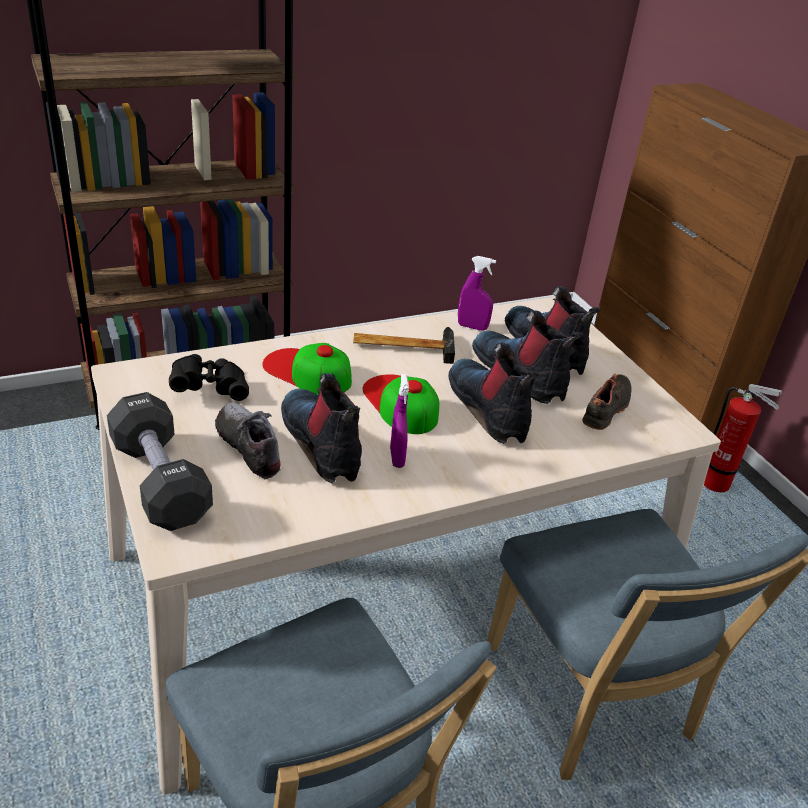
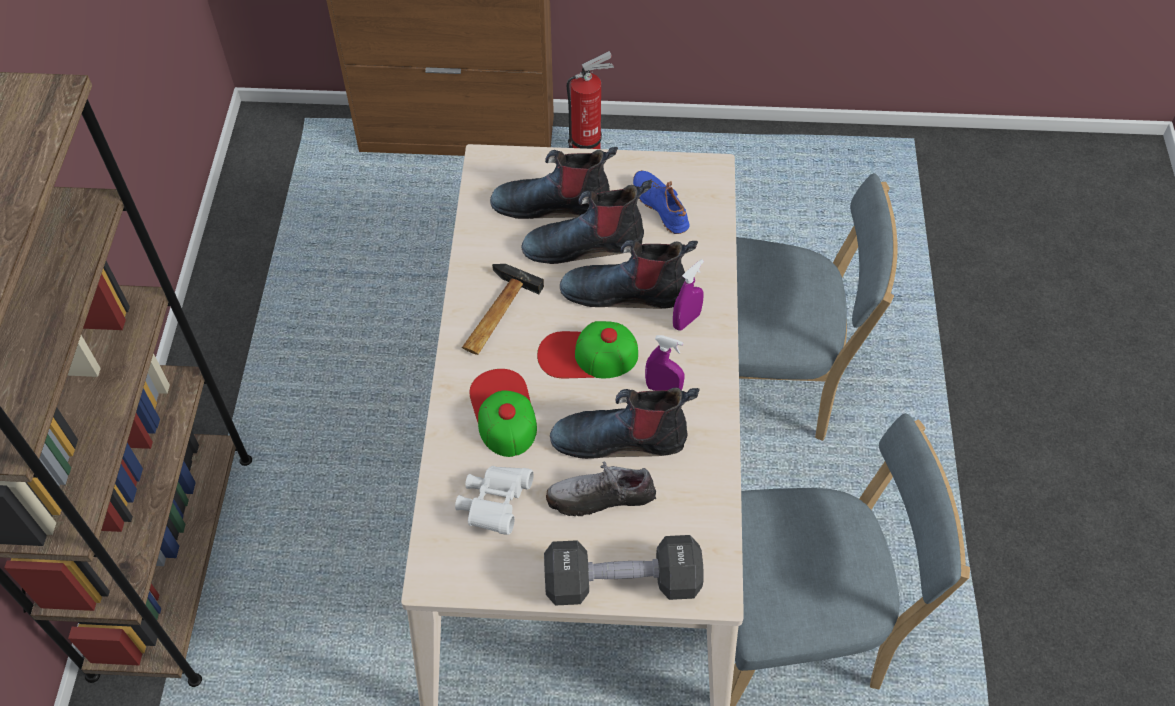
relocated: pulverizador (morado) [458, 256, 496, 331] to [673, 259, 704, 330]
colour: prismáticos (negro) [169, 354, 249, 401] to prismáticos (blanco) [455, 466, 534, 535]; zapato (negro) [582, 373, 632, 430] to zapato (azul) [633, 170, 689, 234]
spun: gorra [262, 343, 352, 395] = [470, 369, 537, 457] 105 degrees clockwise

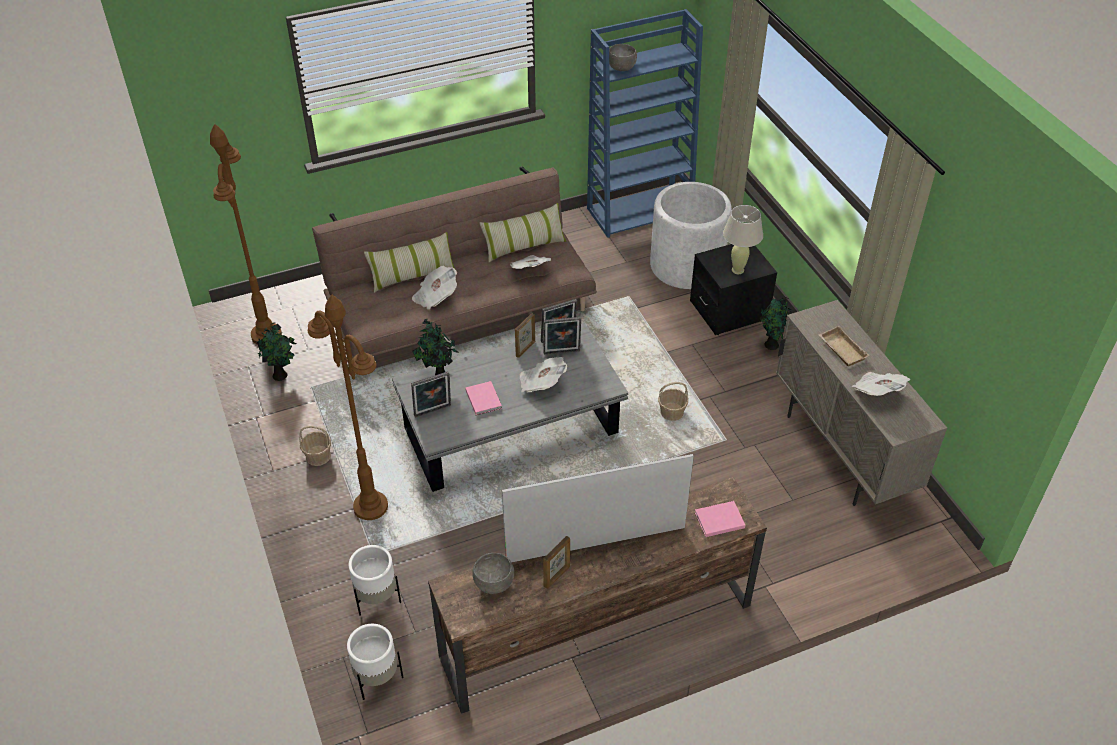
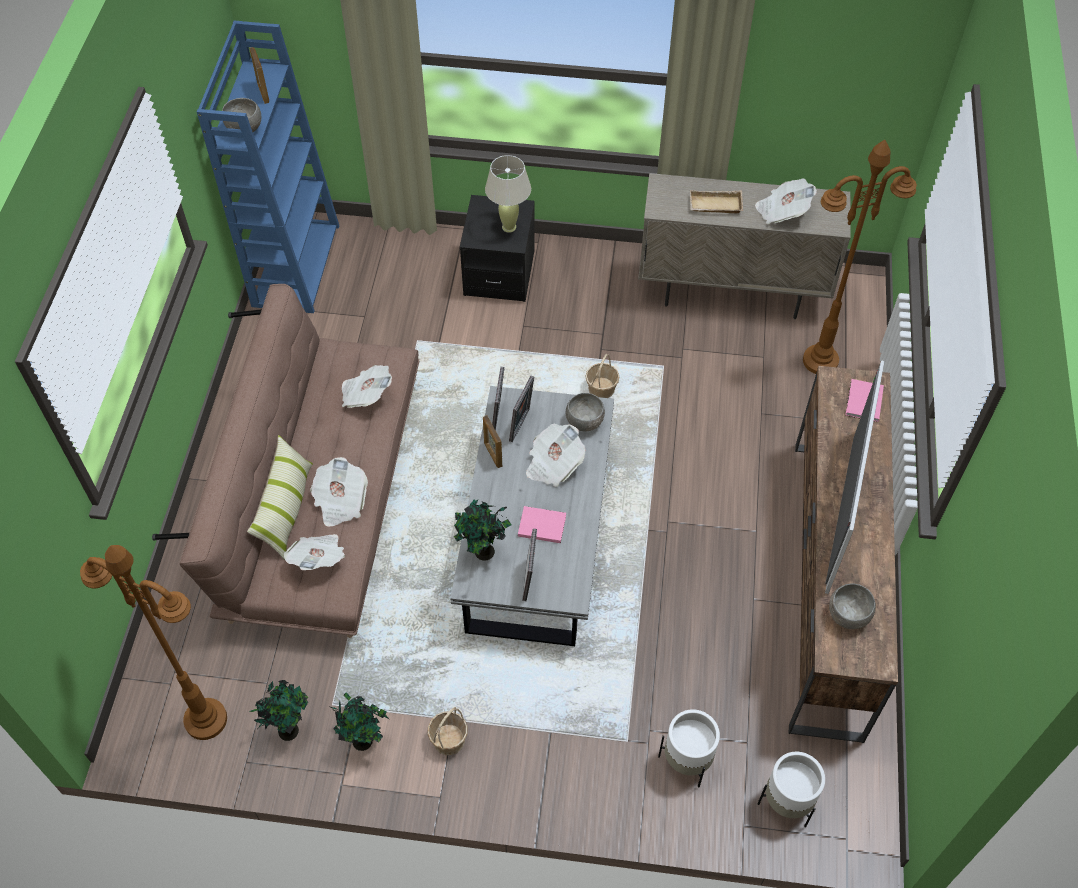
missing: maceta (blanco) [650, 182, 732, 289]; cojín [480, 203, 566, 262]
appeared: cuenco (gris) [566, 393, 605, 431]; periódico [284, 534, 345, 570]
relocated: lámpara de pie (marrón) [308, 295, 388, 520] to [803, 140, 917, 374]; planta en maceta [759, 296, 792, 350] to [331, 693, 389, 751]; portarretratos [543, 536, 570, 589] to [250, 47, 269, 104]

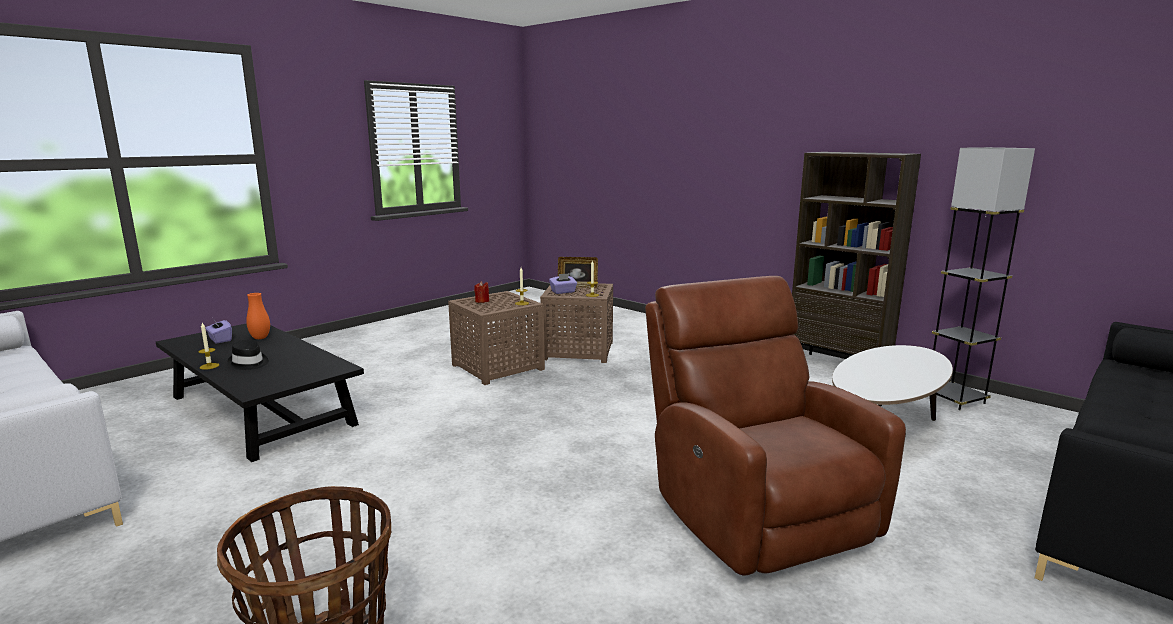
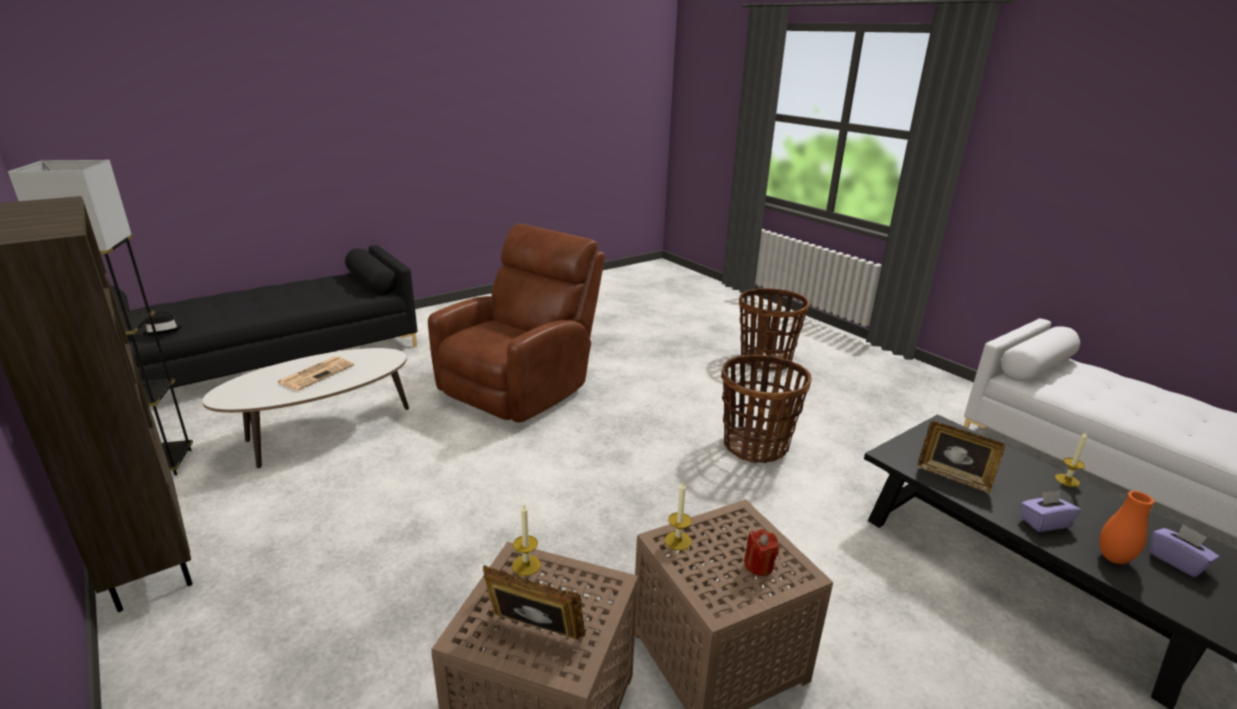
appeared: cesta [721, 355, 812, 463]; periódico [277, 356, 354, 391]; portarretratos [918, 421, 1005, 493]
relocated: caja de pañuelos (morado) [549, 273, 577, 294] to [1021, 491, 1081, 532]; sombrero (negro) [228, 339, 269, 370] to [142, 311, 182, 335]
spun: sillón (marrón) [645, 276, 906, 575] = [428, 224, 605, 423] 135 degrees counterclockwise

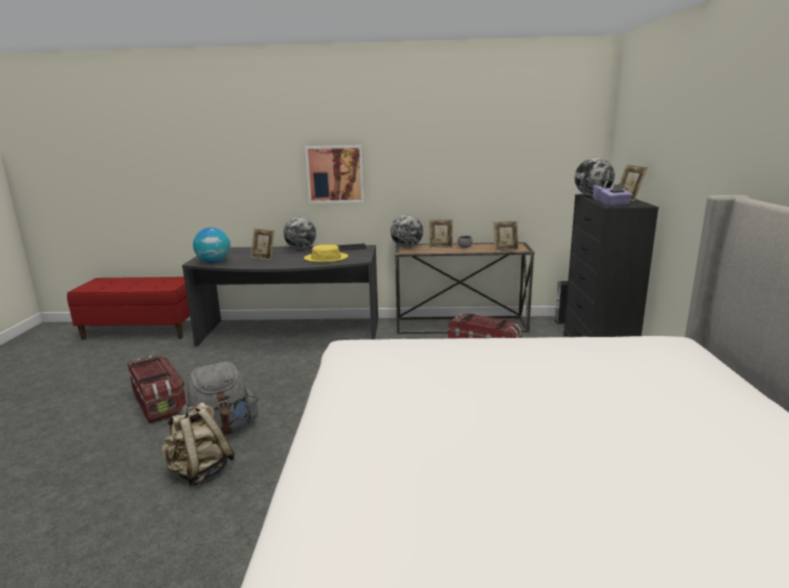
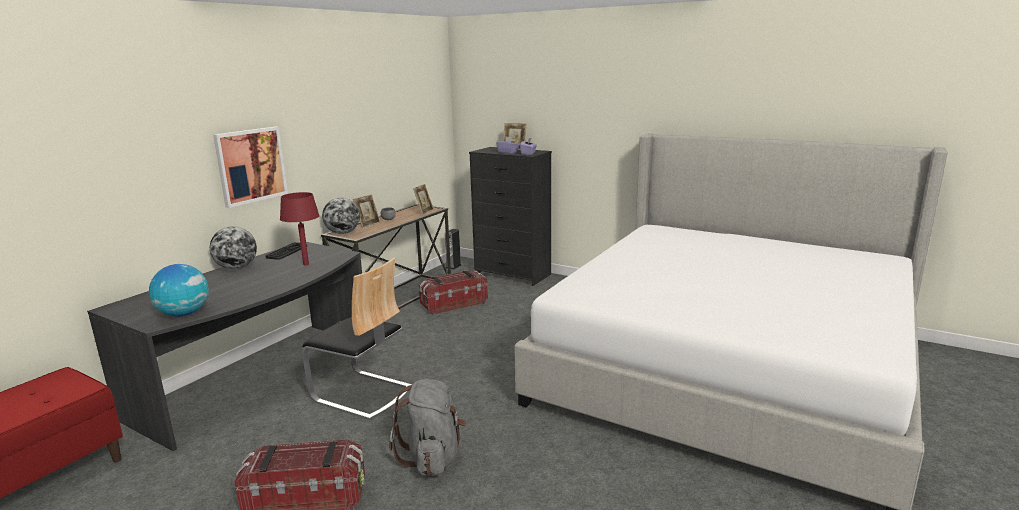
missing: globo terráqueo [575, 157, 615, 196]; portarretratos [251, 228, 275, 260]; mochila (beis) [161, 402, 234, 486]
appeared: silla [302, 257, 412, 420]
exchanged: sombrero (amarillo) [304, 245, 348, 262] to lámpara de mesa (rojo) [280, 192, 320, 265]

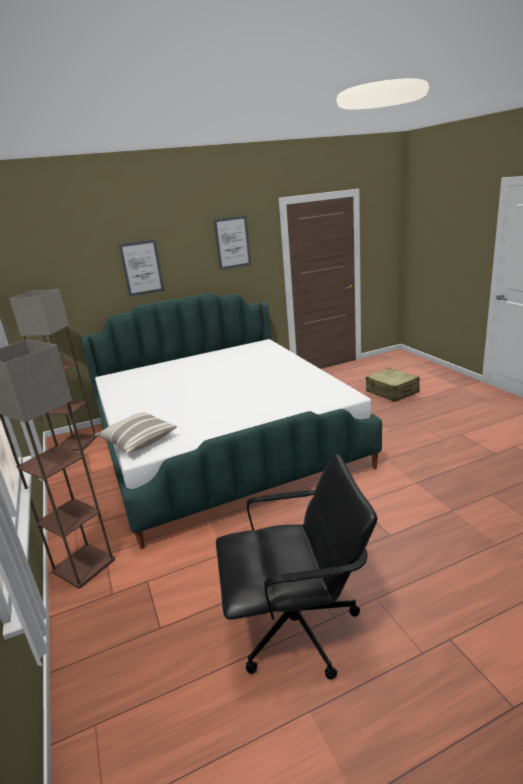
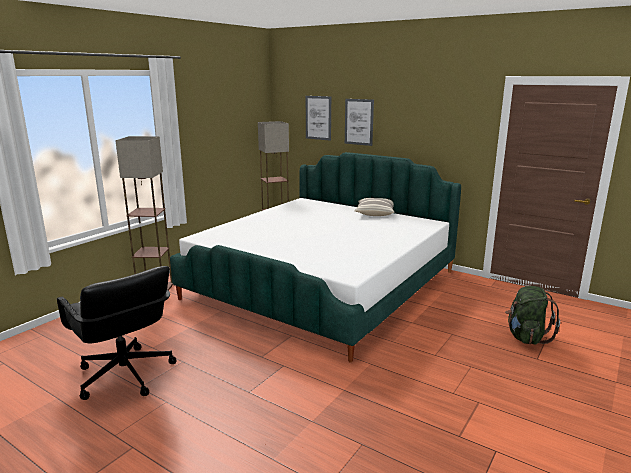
relocated: cuadro [213, 215, 251, 270] to [306, 96, 331, 141]; cojín [95, 412, 177, 453] to [354, 198, 395, 216]
exchanged: maleta (beis) [366, 368, 420, 402] to mochila (verde) [505, 286, 560, 344]

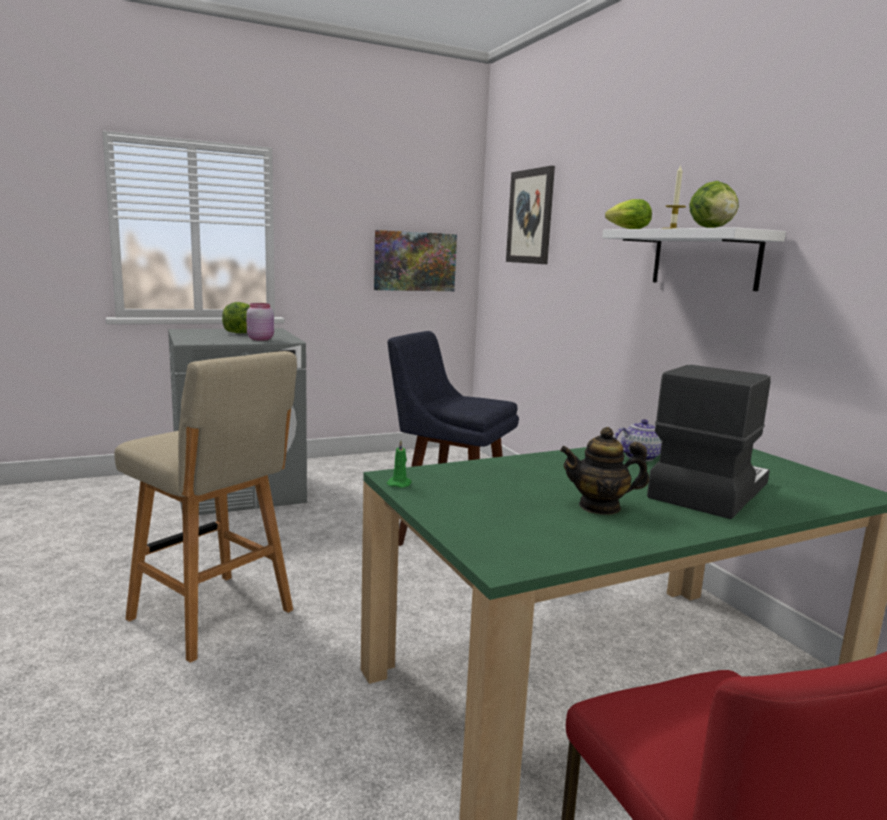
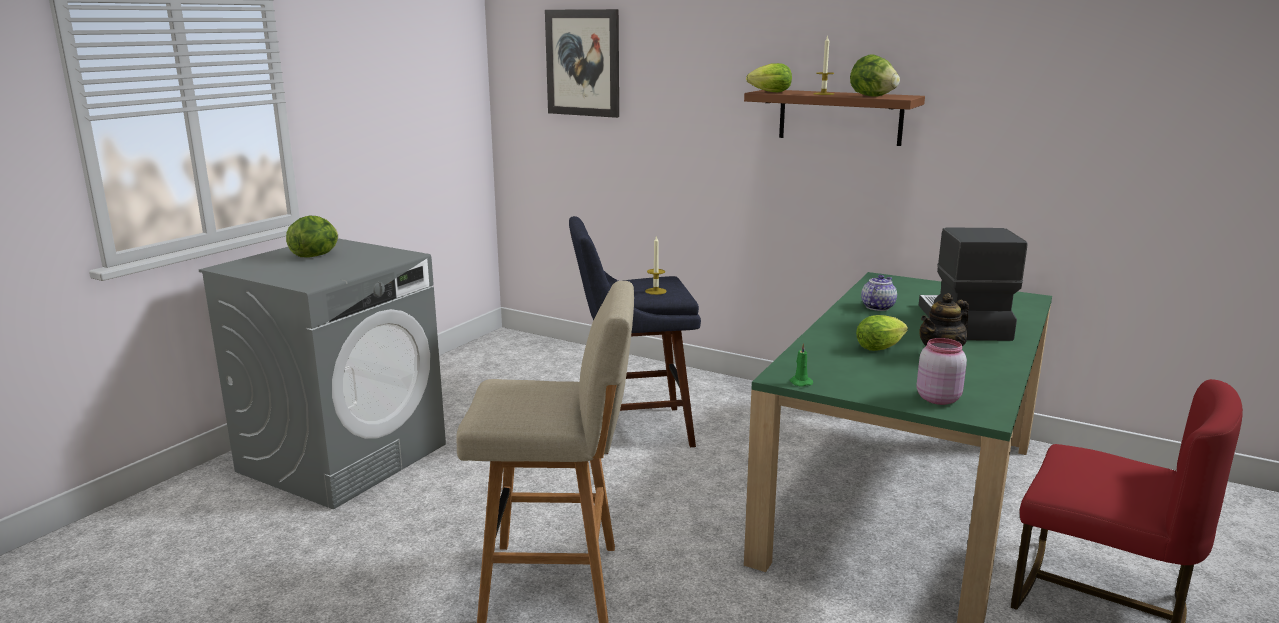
missing: cuadro [374, 230, 457, 291]
appeared: vela [645, 236, 667, 295]; lechuga [856, 315, 908, 351]
relocated: tarro (rosa) [246, 303, 274, 341] to [917, 338, 967, 405]
colour: estante (blanco) [602, 227, 786, 291] to estante (marrón) [744, 90, 925, 146]

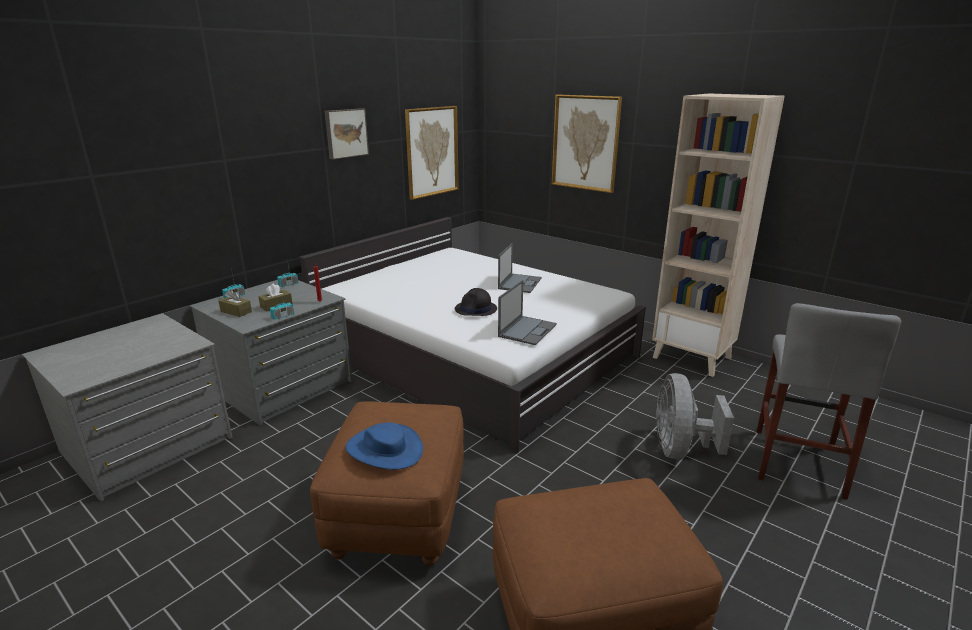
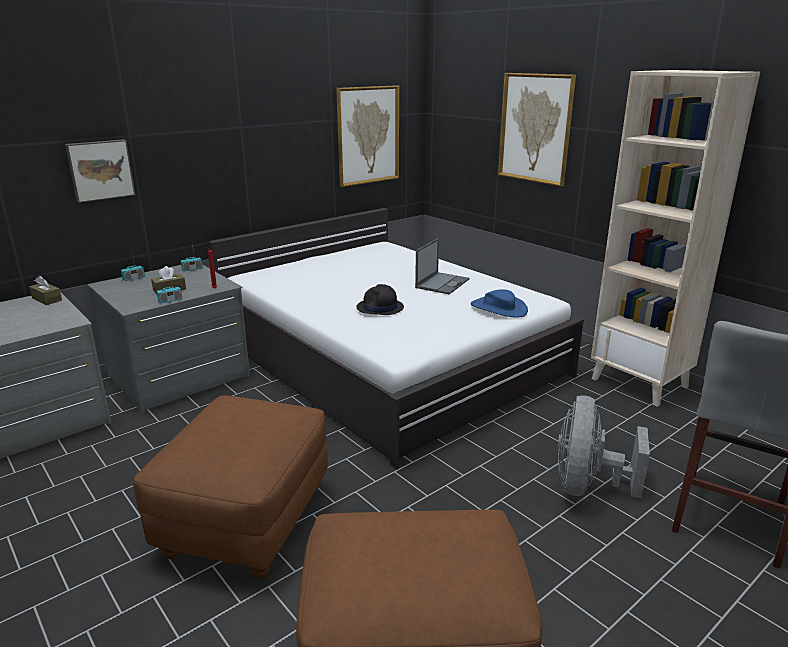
missing: portátil [498, 280, 557, 345]
relocated: cuadro [325, 108, 369, 159] to [65, 139, 135, 203]; caja de pañuelos (marrón) [219, 290, 252, 317] to [29, 276, 62, 305]; sombrero (azul) [345, 423, 423, 470] to [471, 289, 528, 318]

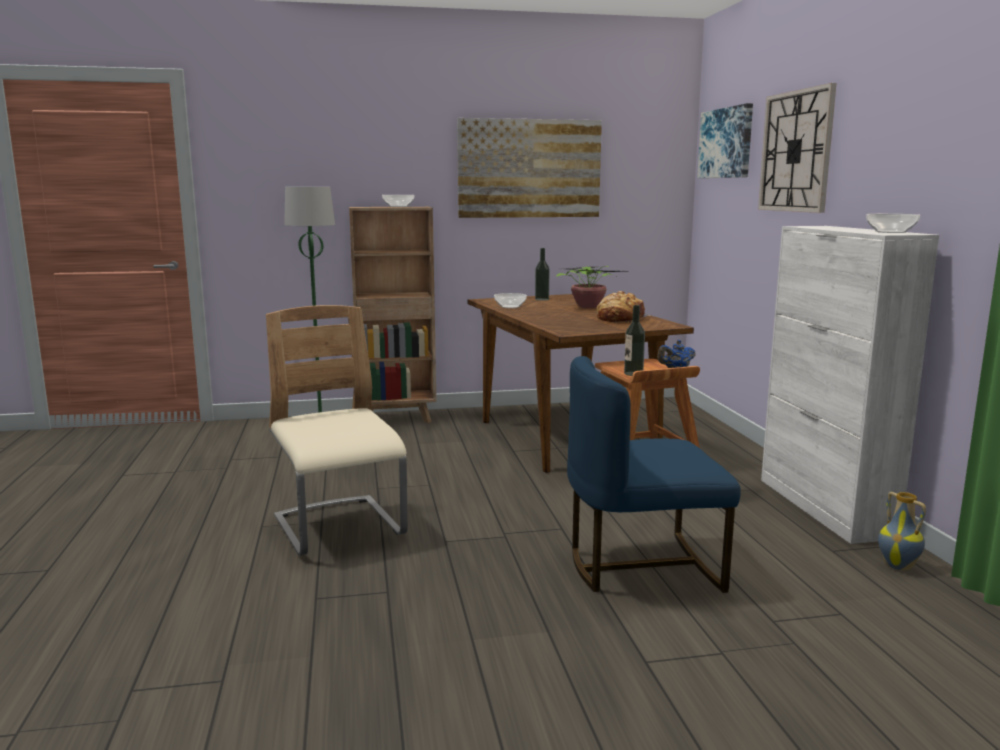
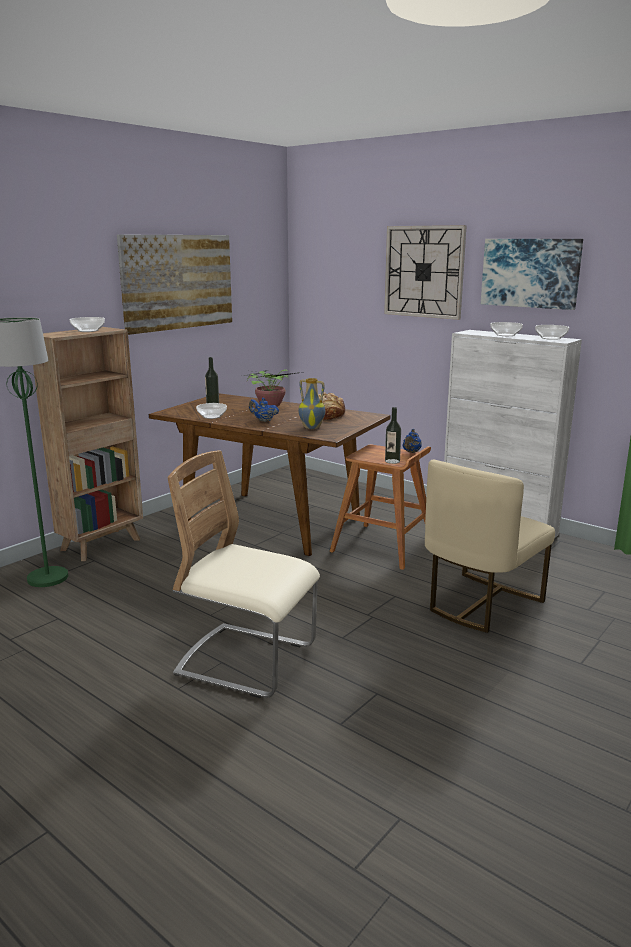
appeared: cuenco [491, 322, 523, 336]; tetera (azul) [249, 398, 279, 422]
relocated: cuadro [697, 103, 753, 178] to [481, 239, 583, 310]; florero [878, 492, 926, 570] to [298, 378, 325, 429]
colour: silla (azul) [567, 356, 741, 593] to silla (beis) [425, 459, 555, 633]

